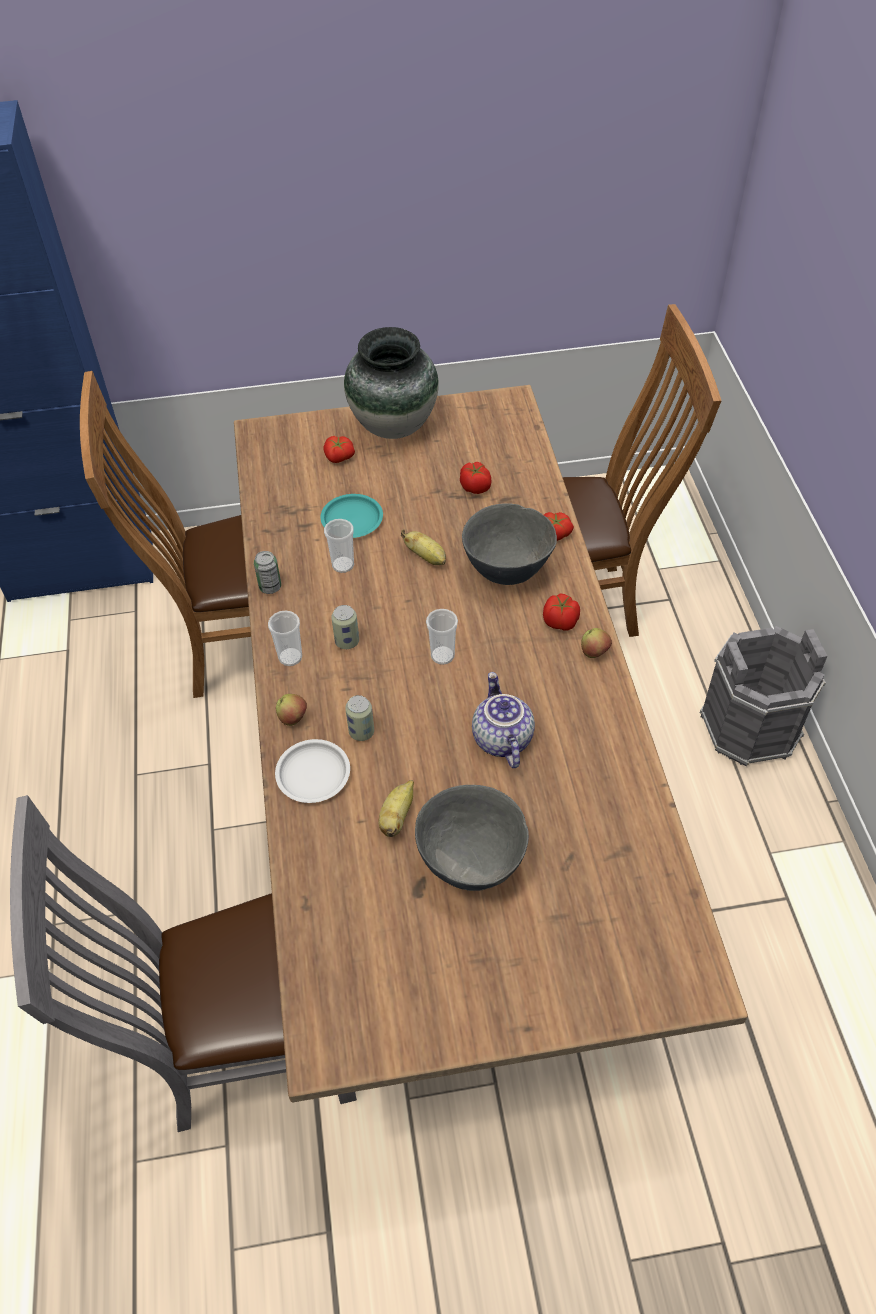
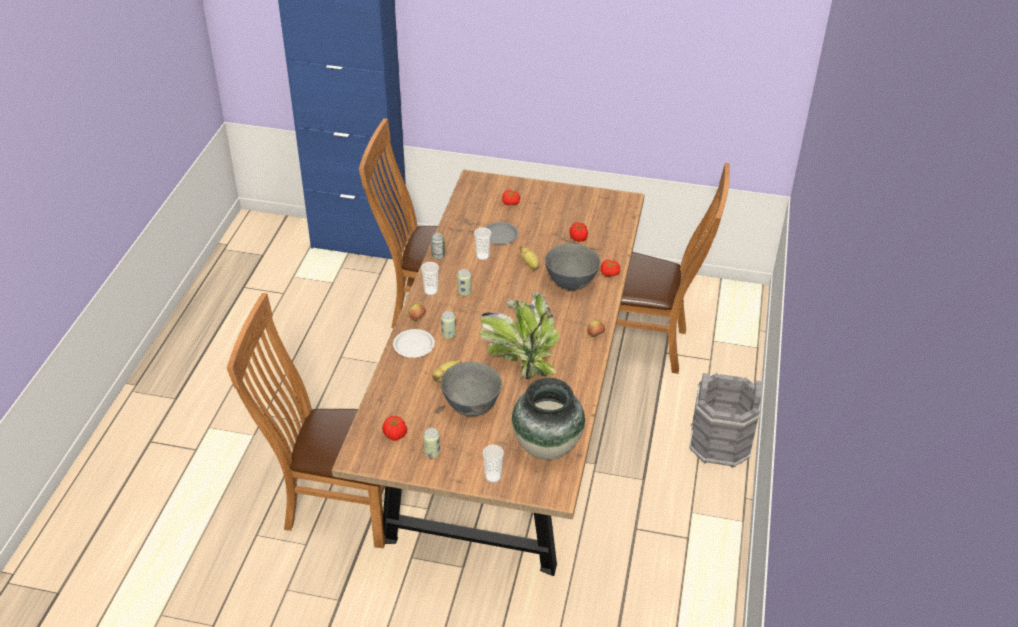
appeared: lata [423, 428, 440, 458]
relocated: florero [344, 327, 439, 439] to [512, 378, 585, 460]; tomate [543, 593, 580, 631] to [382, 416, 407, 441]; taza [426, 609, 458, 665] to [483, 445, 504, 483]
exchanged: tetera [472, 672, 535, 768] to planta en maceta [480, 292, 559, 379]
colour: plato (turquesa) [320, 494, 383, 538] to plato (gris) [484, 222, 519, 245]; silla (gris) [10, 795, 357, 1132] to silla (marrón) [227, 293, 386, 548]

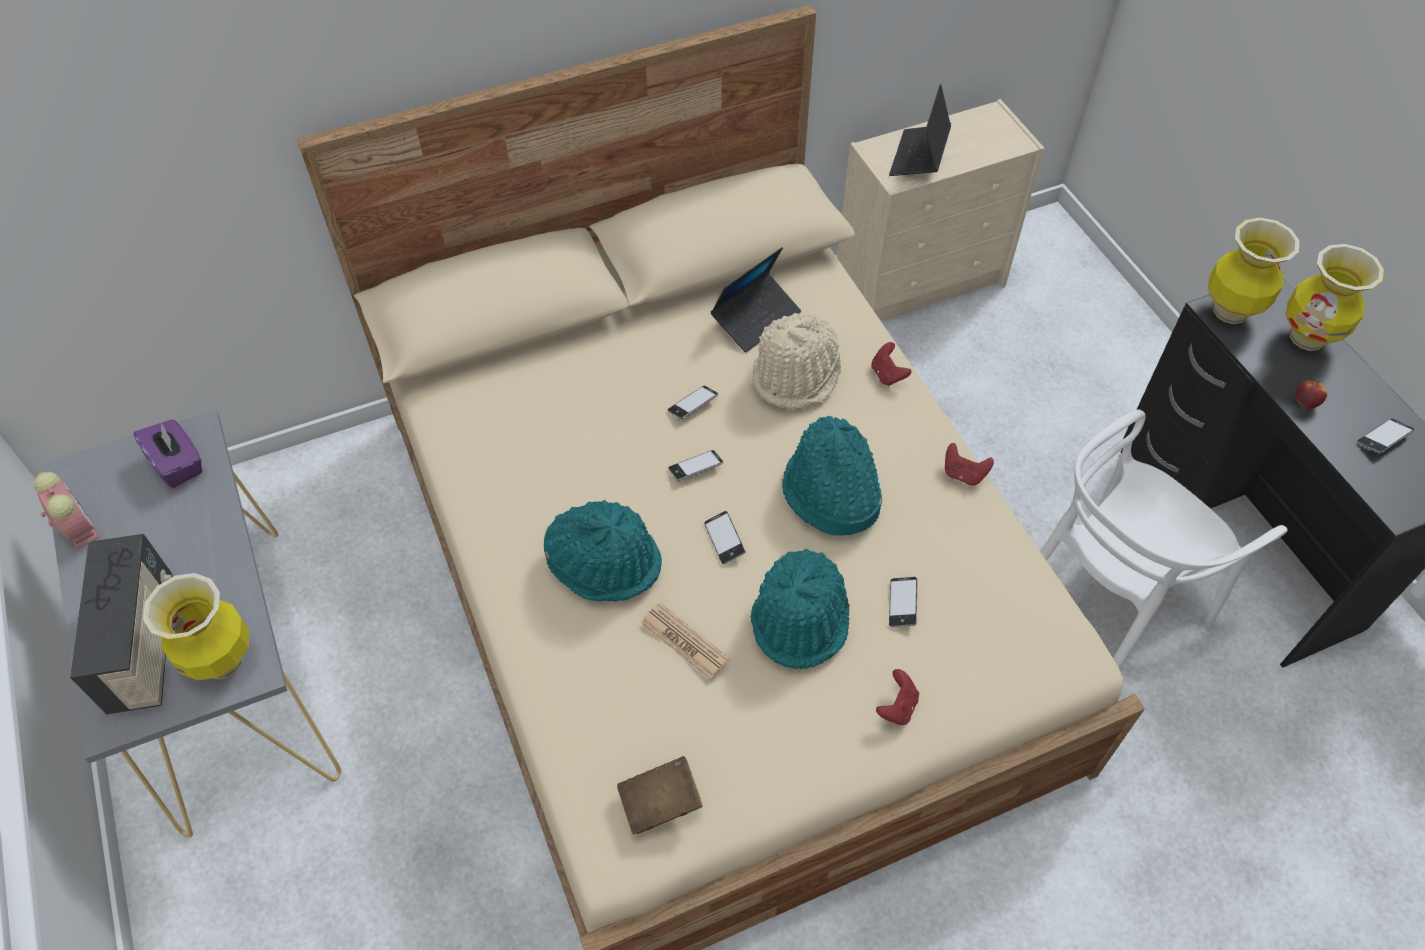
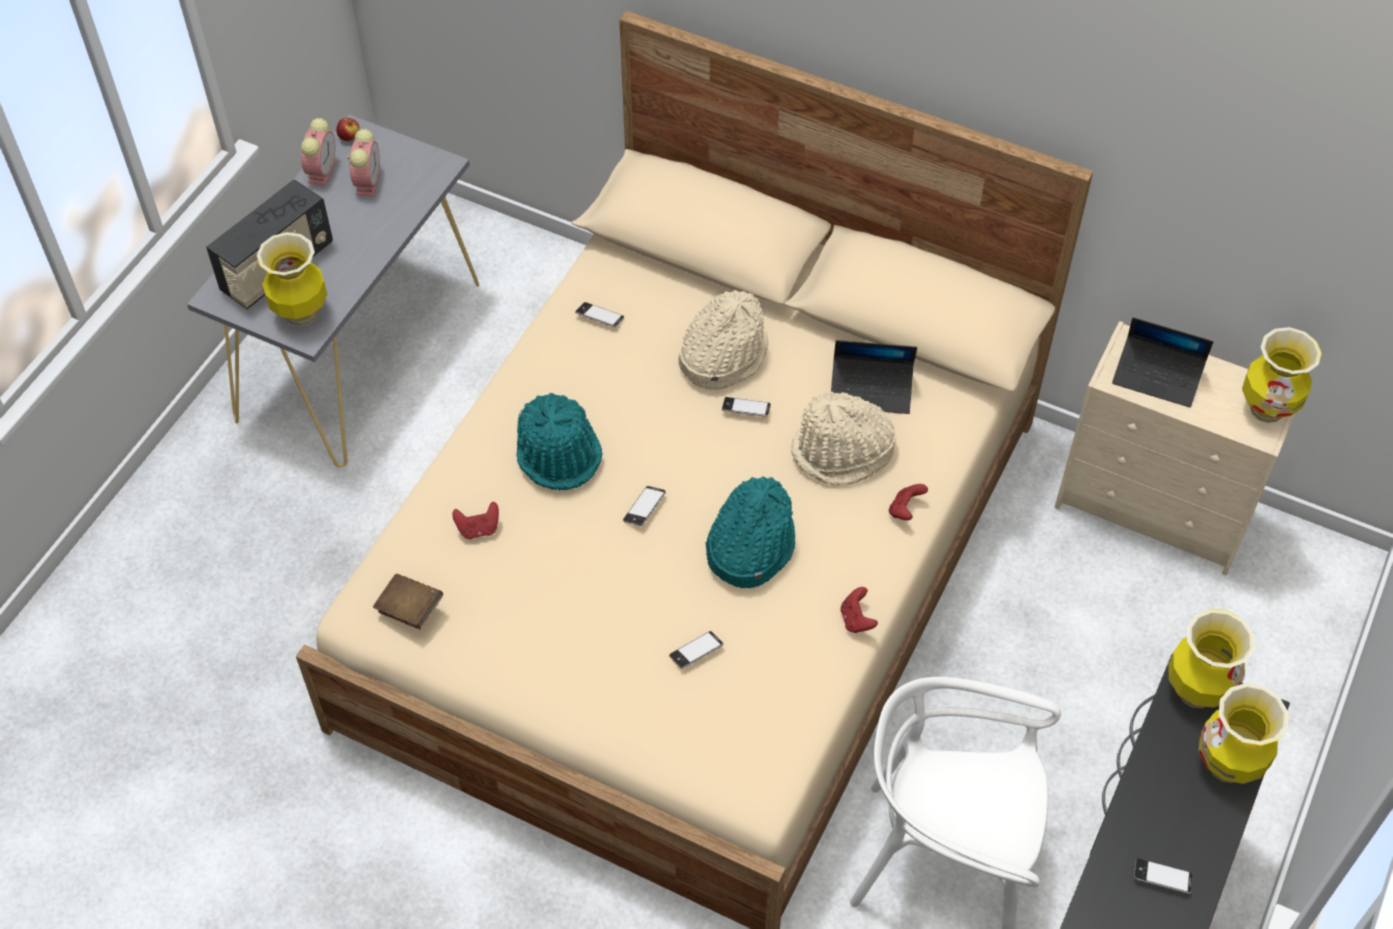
missing: caja de pañuelos (morado) [133, 419, 202, 488]; sombrero (turquesa) [750, 549, 850, 669]; periódico [641, 603, 730, 680]
appeared: despertador [347, 129, 380, 196]; sombrero (beis) [678, 290, 769, 390]; florero [1242, 327, 1322, 423]
relocated: manzana [1295, 380, 1327, 409] to [336, 118, 359, 141]; móvil [668, 450, 723, 481] to [575, 302, 624, 327]; mando de consola (rojo) [876, 669, 919, 725] to [452, 502, 499, 539]
spun: portátil [889, 84, 951, 176] = [1112, 317, 1213, 407] 135 degrees counterclockwise

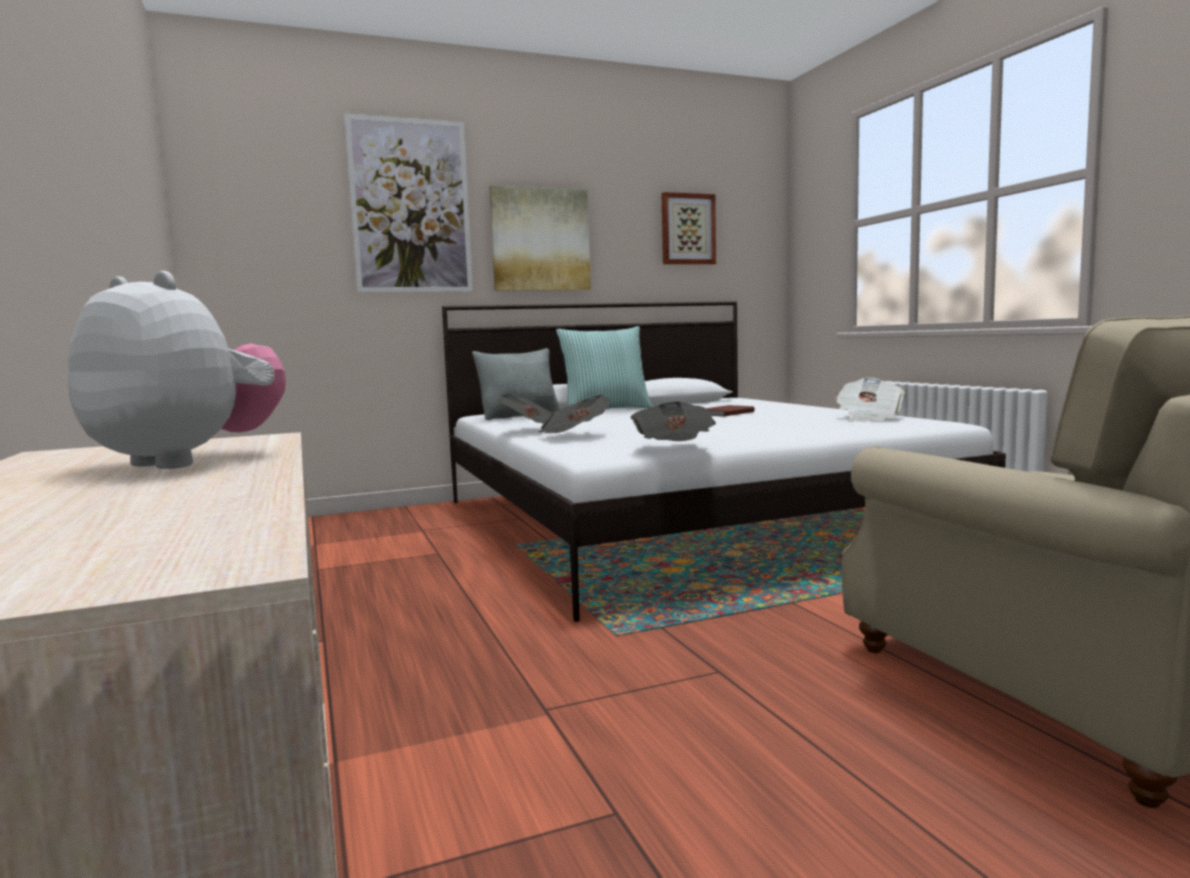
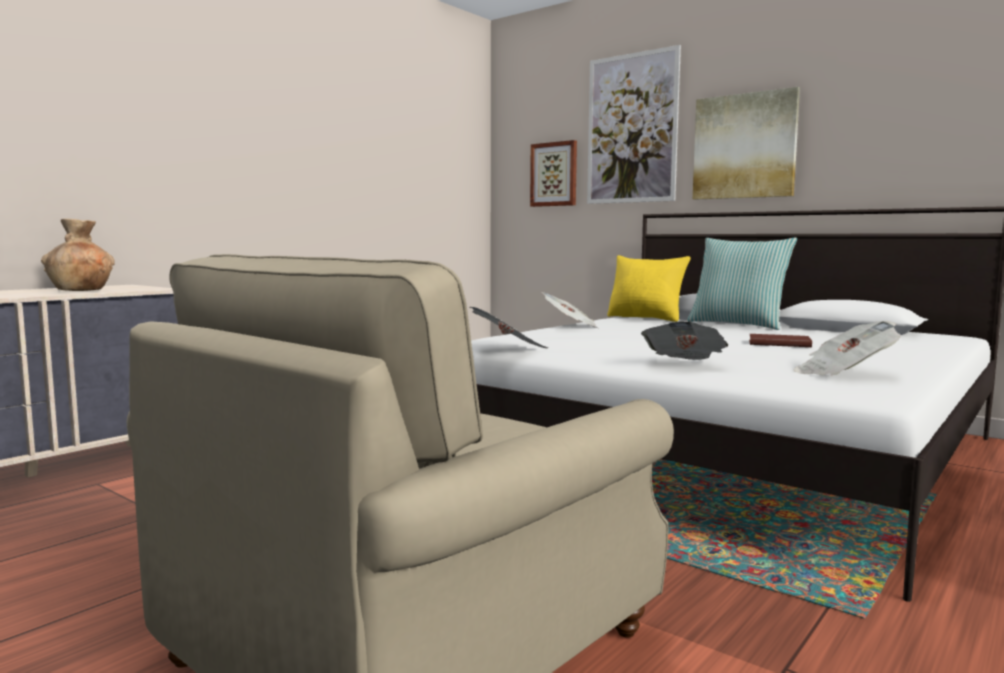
relocated: cuadro [661, 192, 716, 264] to [530, 140, 577, 207]; periódico [538, 395, 611, 433] to [641, 321, 728, 360]
exchanged: peluche [68, 271, 286, 469] to florero (marrón) [41, 219, 115, 291]
colour: cojín (gris) [472, 348, 560, 420] to cojín (amarillo) [607, 255, 691, 322]

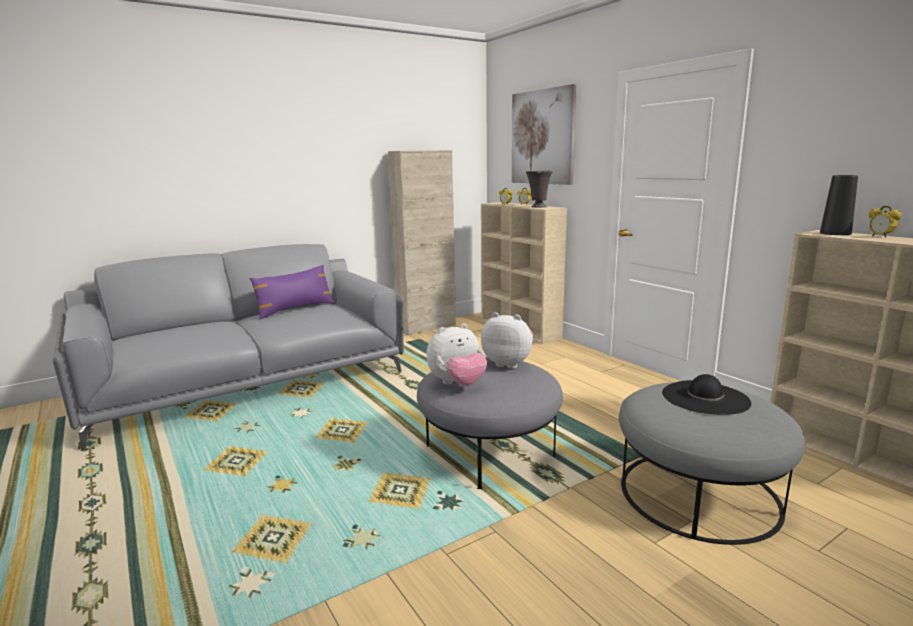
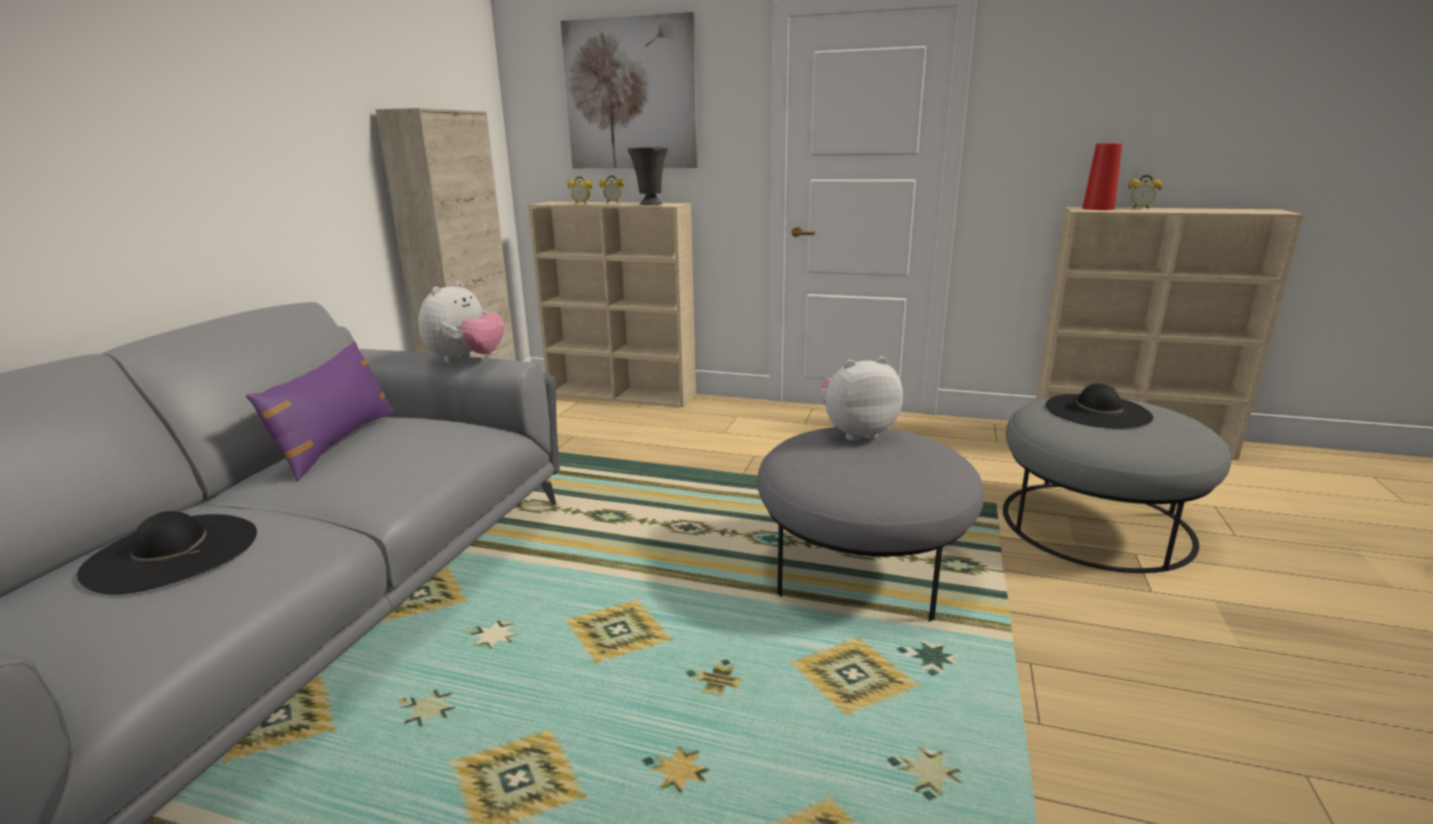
appeared: sombrero (negro) [77, 511, 257, 594]
relocated: peluche [426, 323, 487, 386] to [418, 281, 505, 363]
colour: florero (negro) [820, 175, 858, 235] to florero (rojo) [1082, 143, 1122, 210]

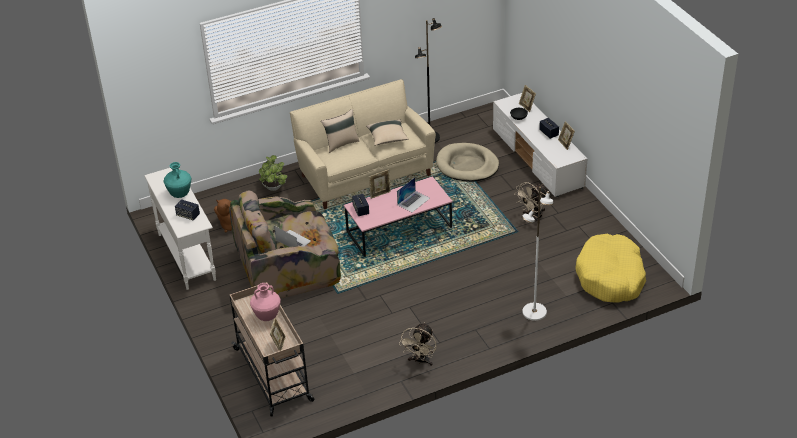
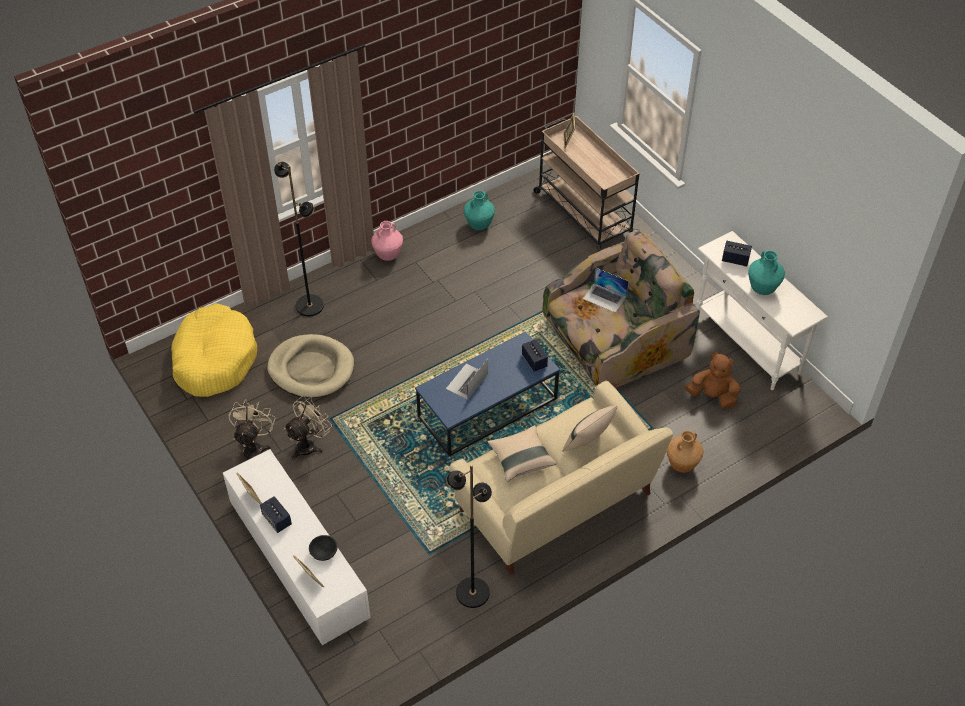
missing: portarretratos [369, 169, 391, 199]
appeared: florero (turquesa) [464, 191, 495, 230]
relocated: cama para perro (beis) [436, 143, 499, 182] to [267, 334, 354, 398]; florero (rosa) [250, 283, 281, 321] to [371, 221, 403, 261]; ventilador (beis) [399, 322, 437, 366] to [229, 399, 275, 460]
exchanged: planta en maceta [259, 155, 288, 191] to florero (marrón) [667, 430, 704, 473]
colour: mesa de centro (rosa) [344, 176, 453, 257] to mesa de centro (azul) [415, 331, 560, 456]; lámpara de pie (blanco) [522, 187, 553, 321] to lámpara de pie (negro) [274, 162, 324, 317]

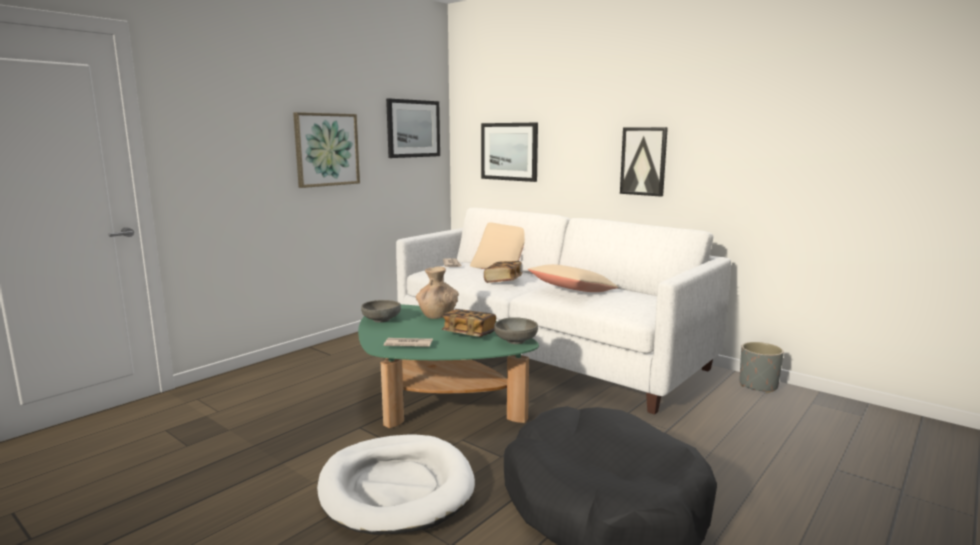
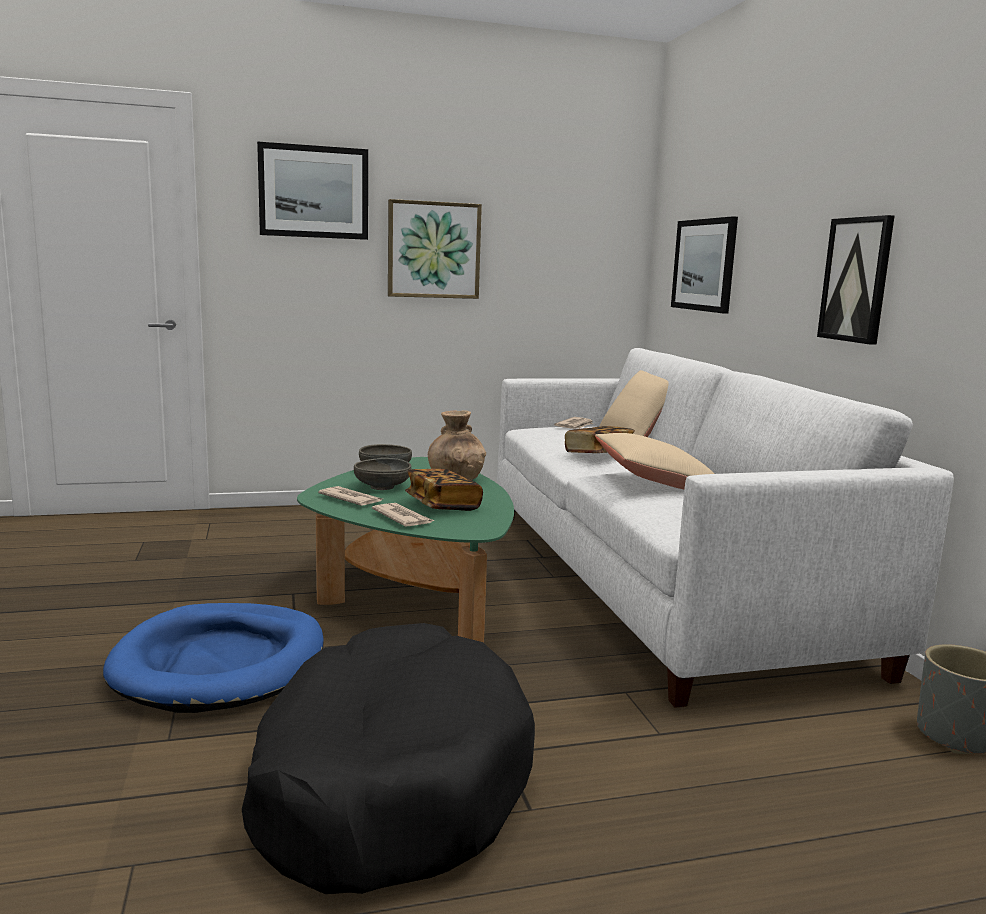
appeared: periódico [372, 503, 434, 527]
relocated: cuadro [386, 99, 440, 158] to [257, 141, 368, 240]; cuenco (gris) [494, 317, 538, 344] to [354, 458, 411, 490]
colour: cama para perro (blanco) [317, 435, 475, 535] to cama para perro (azul) [103, 603, 324, 713]

